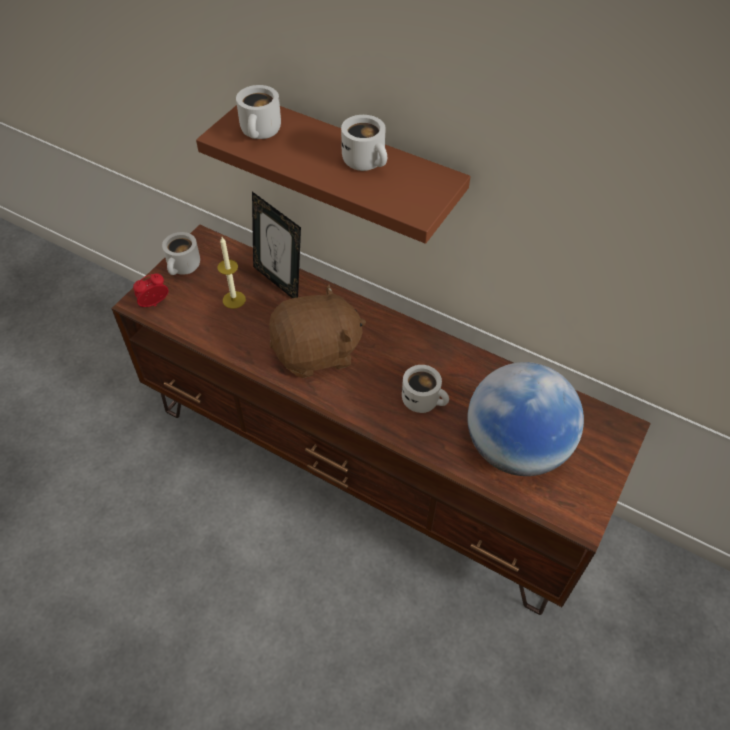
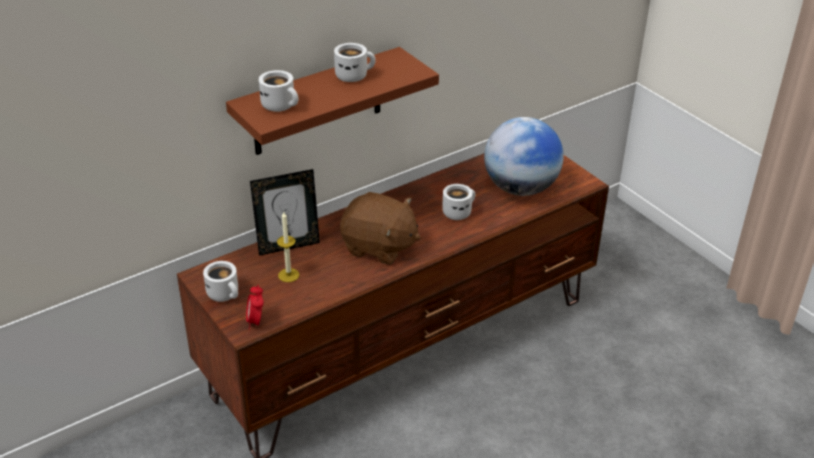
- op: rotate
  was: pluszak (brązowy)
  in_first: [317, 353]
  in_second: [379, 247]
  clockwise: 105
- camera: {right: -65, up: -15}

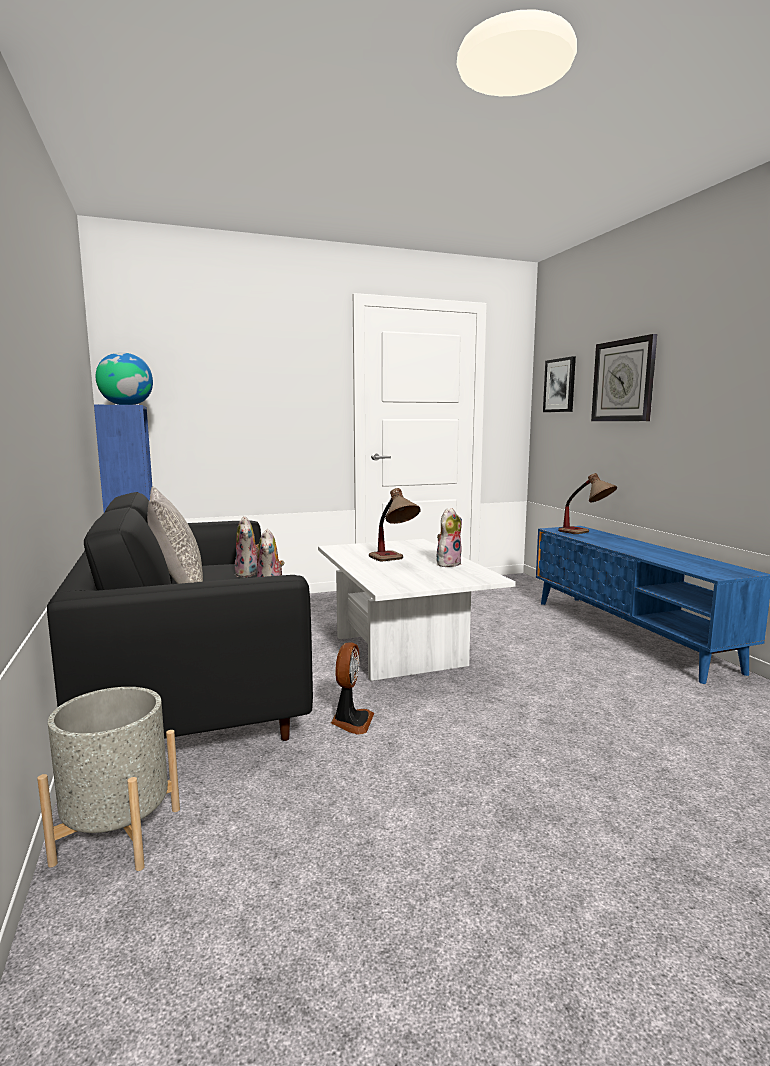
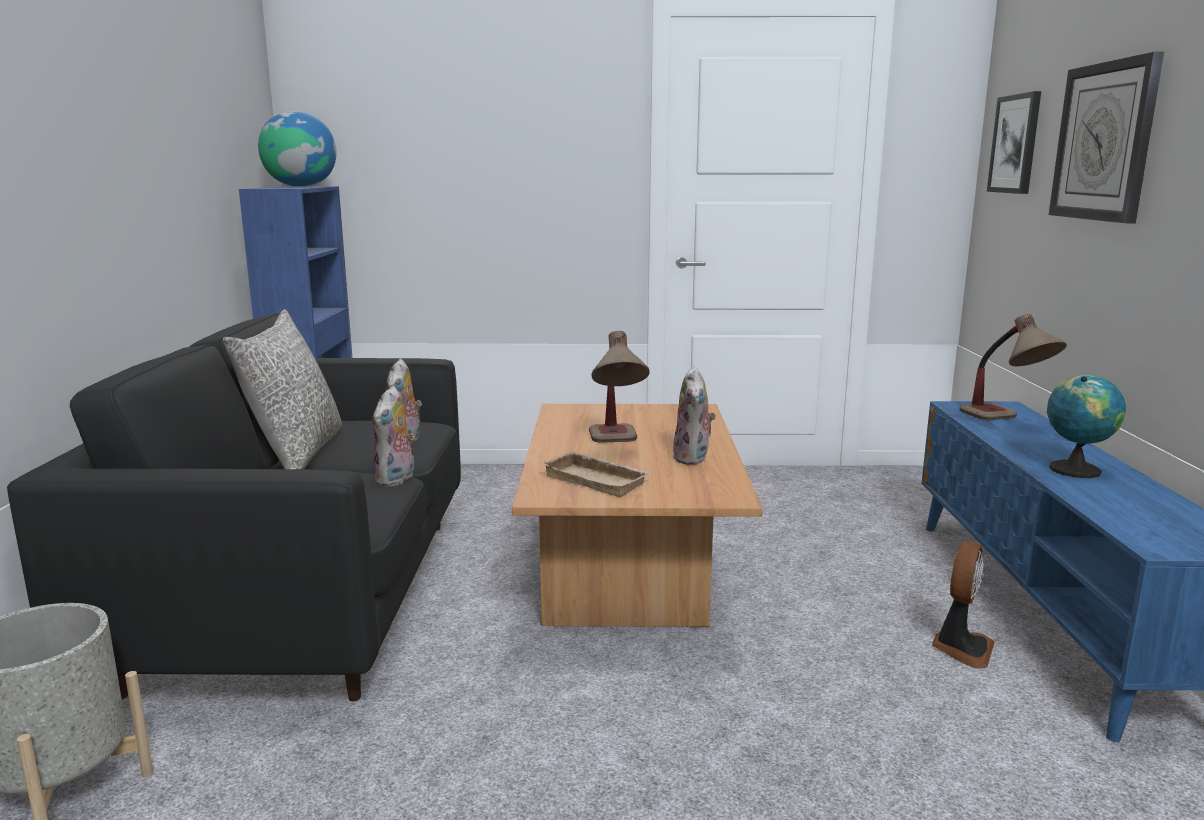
- op: recolor
  was: ława (biały)
  now: ława (brązowy)
  in_first: [403, 650]
  in_second: [631, 582]
- op: insert
  now: taca (beżowy)
  in_second: [598, 480]
- op: rotate
  was: pluszak
  in_first: [448, 563]
  in_second: [693, 458]
  clockwise: 120
- op: move
  was: wentylator
  in_first: [351, 721]
  in_second: [961, 648]
- op: insert
  now: globus
  in_second: [1076, 469]
- camera: {right: 20, up: 5}

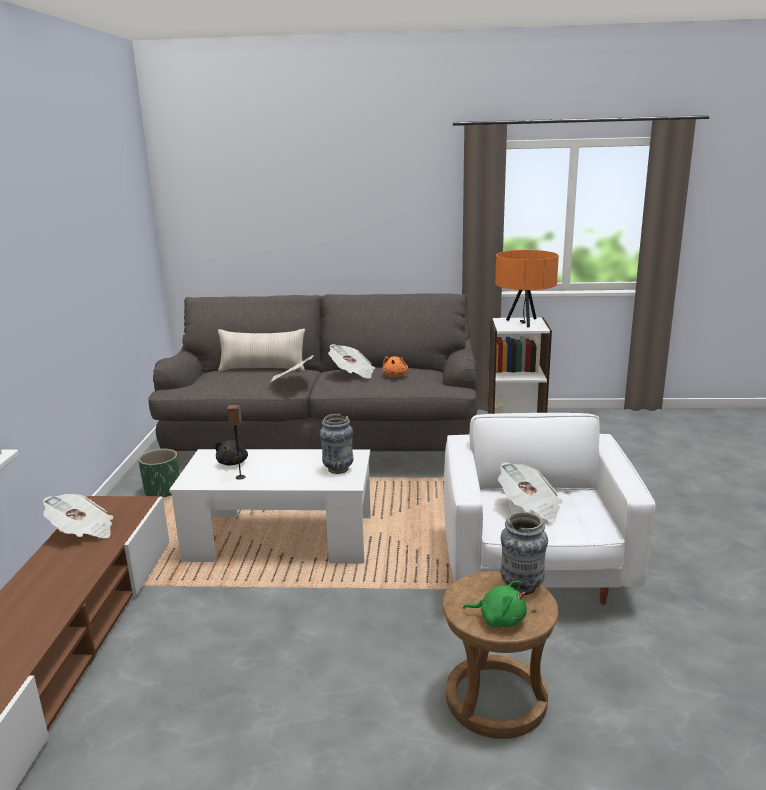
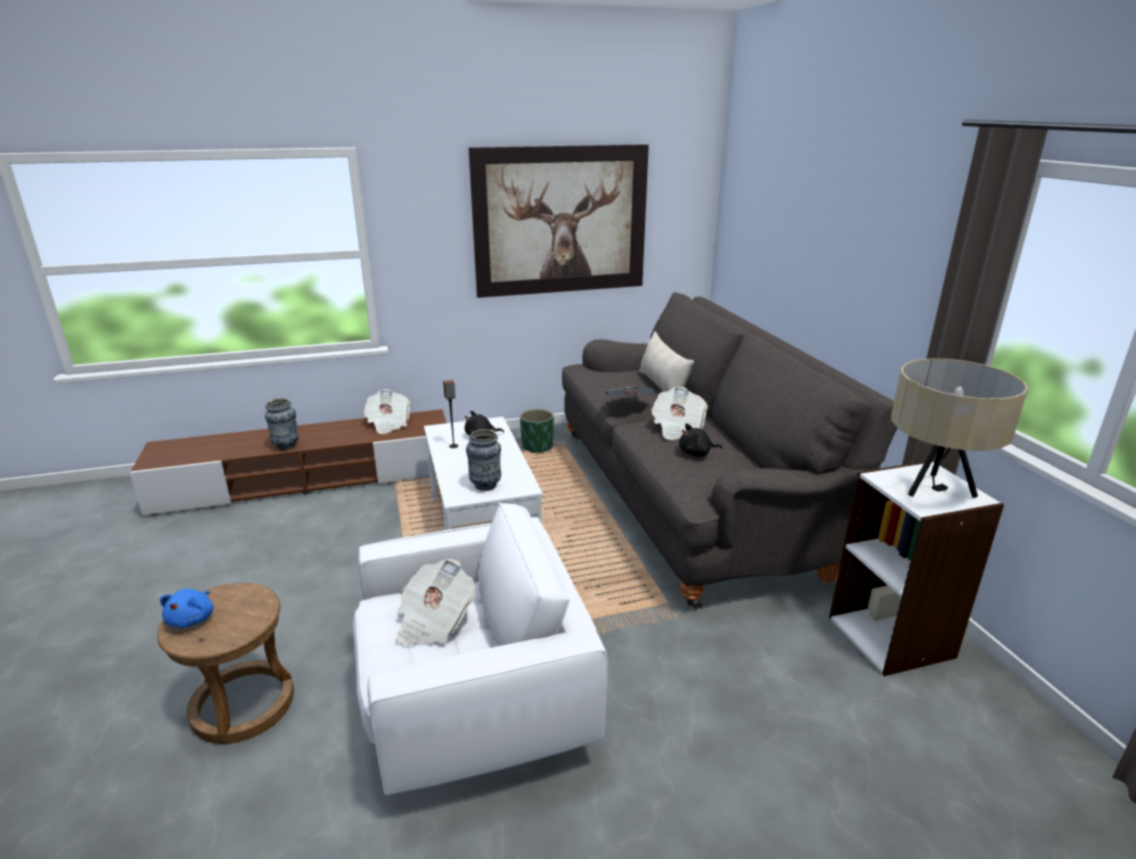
- op: recolor
  was: pluszak (zielony)
  now: pluszak (niebieski)
  in_first: [499, 619]
  in_second: [192, 619]
- op: move
  was: wazon
  in_first: [521, 587]
  in_second: [286, 446]
- op: insert
  now: obraz
  in_second: [560, 221]
- op: recolor
  was: pluszak (pomarańczowy)
  now: pluszak (czarny)
  in_first: [395, 376]
  in_second: [697, 453]
- op: recolor
  was: lampa stołowa (pomarańczowy)
  now: lampa stołowa (beżowy)
  in_first: [523, 323]
  in_second: [933, 490]
- camera: {right: 70, up: 5}

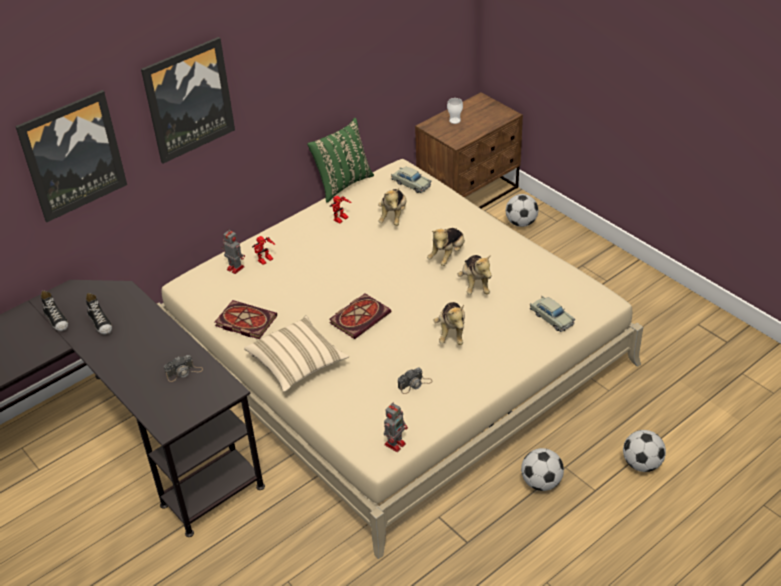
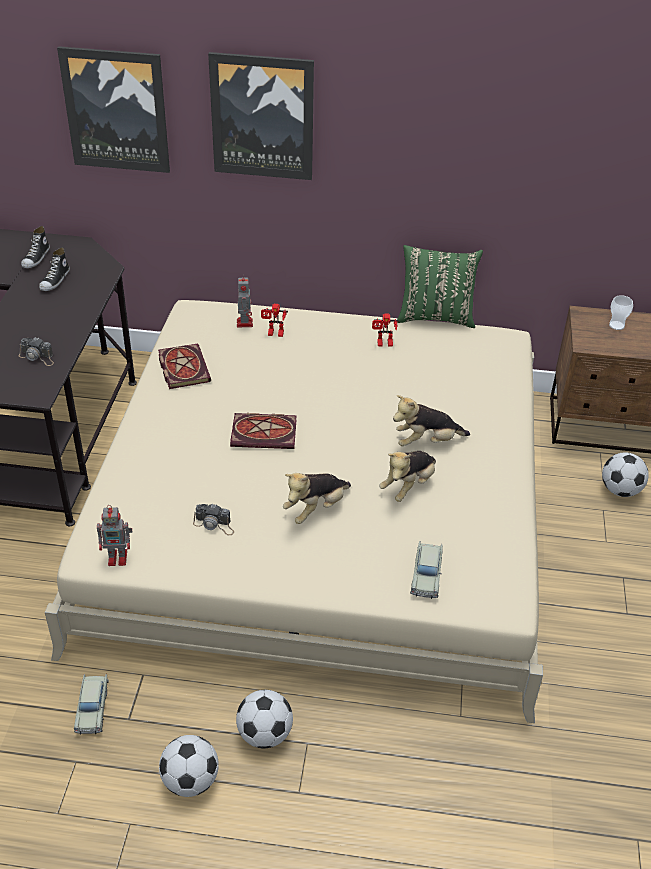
- op: move
  was: samochodzik (beżowy)
  in_first: [411, 184]
  in_second: [93, 708]
- op: move
  was: piłka futbolowa
  in_first: [642, 464]
  in_second: [190, 781]
- op: delete
  was: poduszka (beżowy)
  in_first: [297, 364]
- op: delete
  was: pluszak
  in_first: [393, 216]
- camera: {right: 45, up: 0}

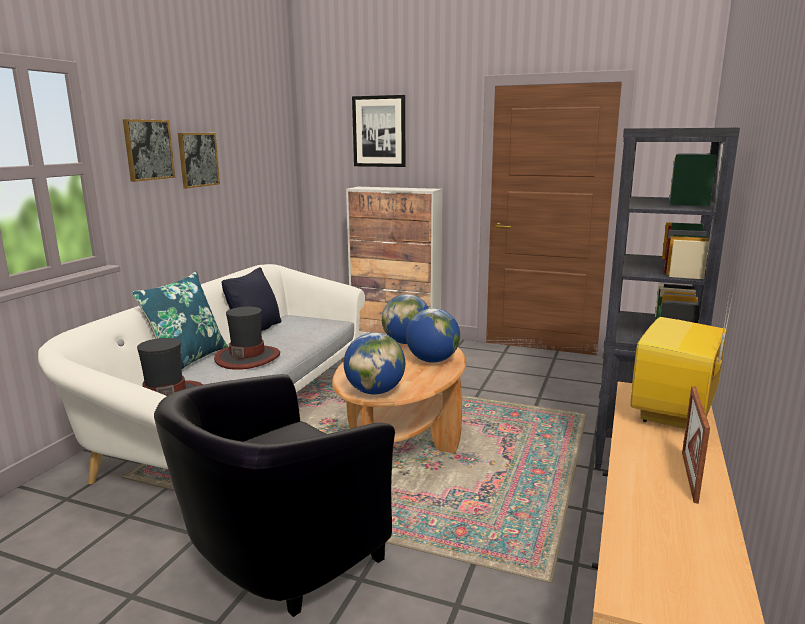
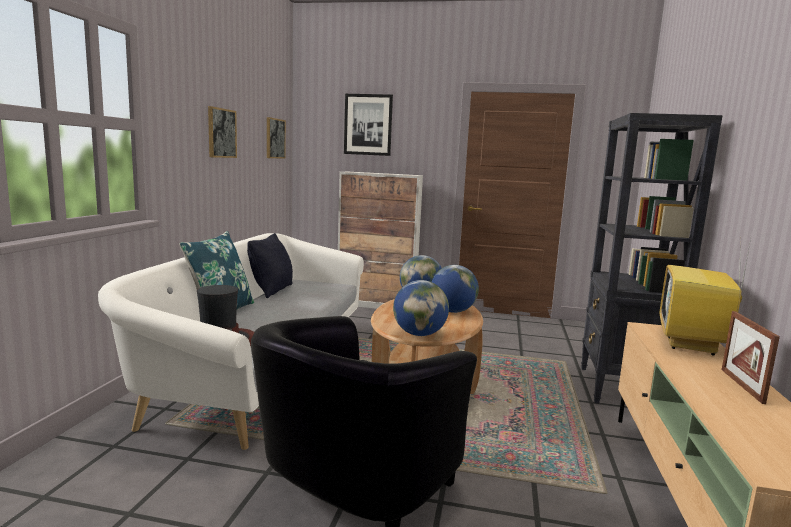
- op: move
  was: obraz
  in_first: [148, 150]
  in_second: [275, 138]
- op: delete
  was: kapelusz
  in_first: [247, 357]
- camera: {right: -10, up: -5}

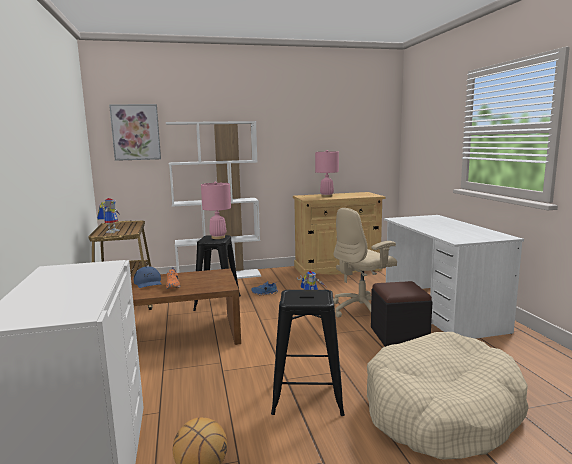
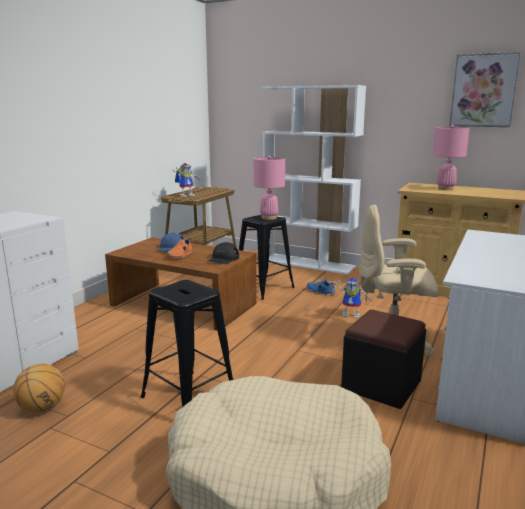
- op: insert
  now: czapka z daszkiem (czarny)
  in_second: [223, 259]
- op: move
  was: obraz
  in_first: [136, 132]
  in_second: [483, 90]
- camera: {right: 40, up: 5}

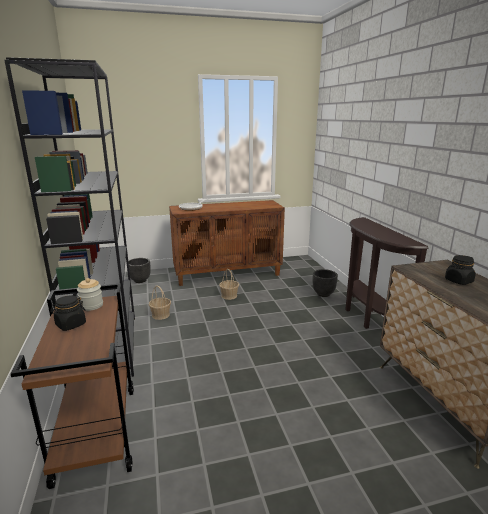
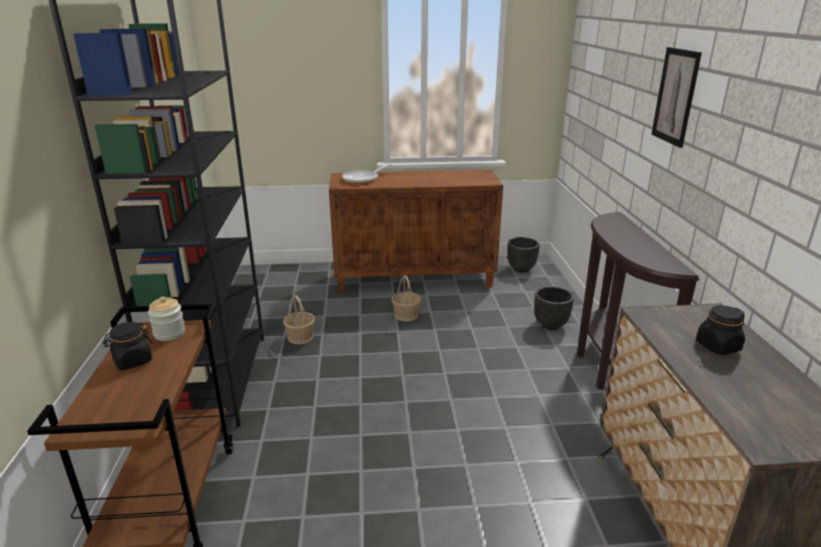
- op: move
  was: donica (czarny)
  in_first: [140, 280]
  in_second: [521, 269]
- op: insert
  now: obraz
  in_second: [675, 96]
- camera: {right: 10, up: 5}

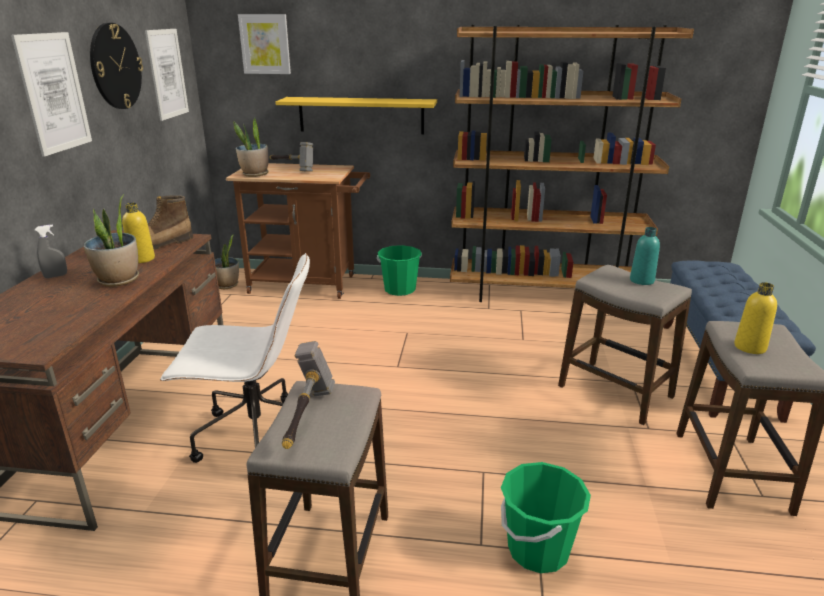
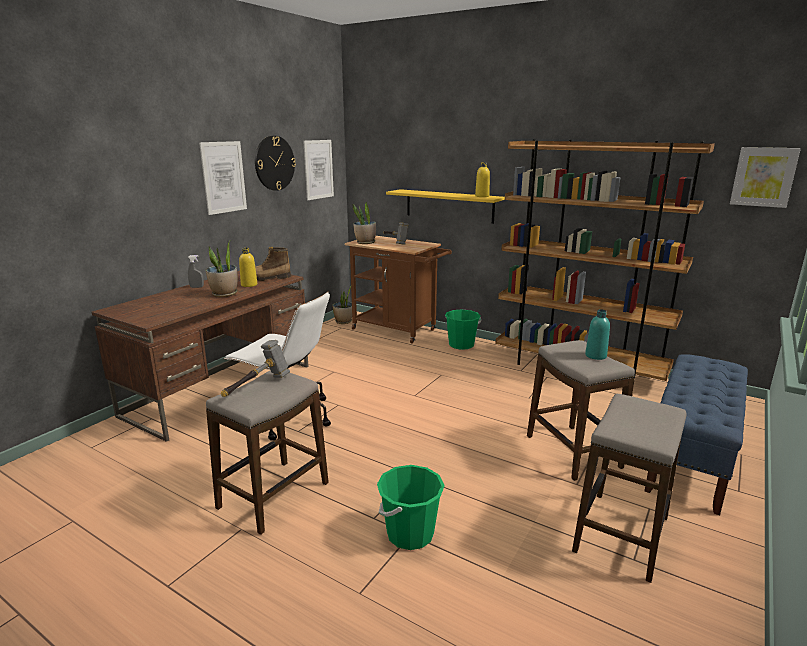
- op: move
  was: butelka (żółty)
  in_first: [750, 347]
  in_second: [482, 196]
- op: move
  was: obraz
  in_first: [265, 44]
  in_second: [763, 177]
- camera: {right: 25, up: -5}

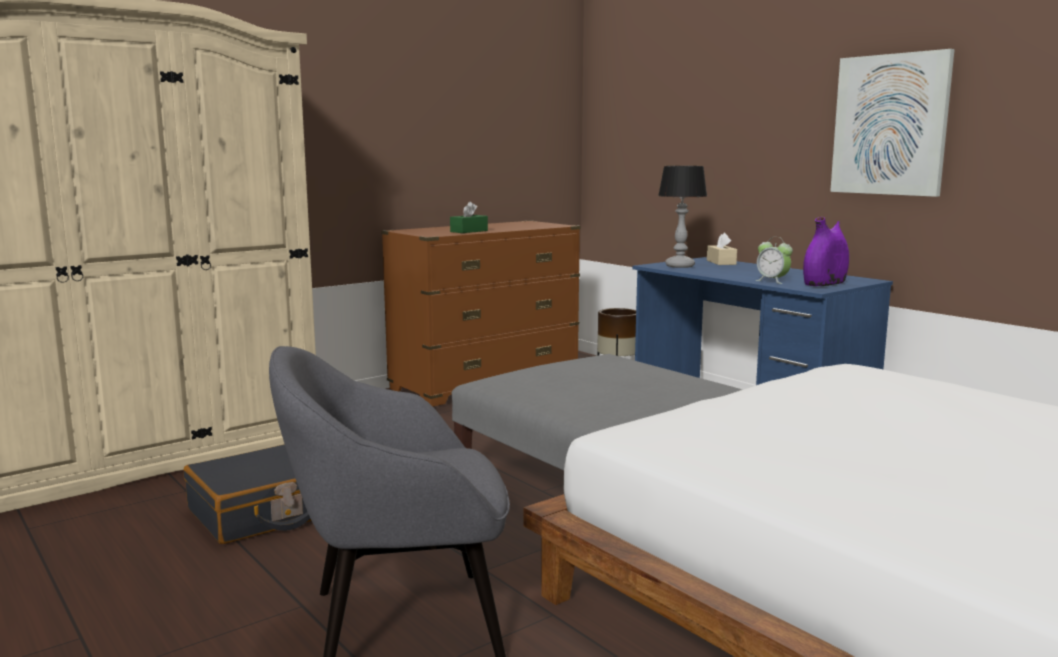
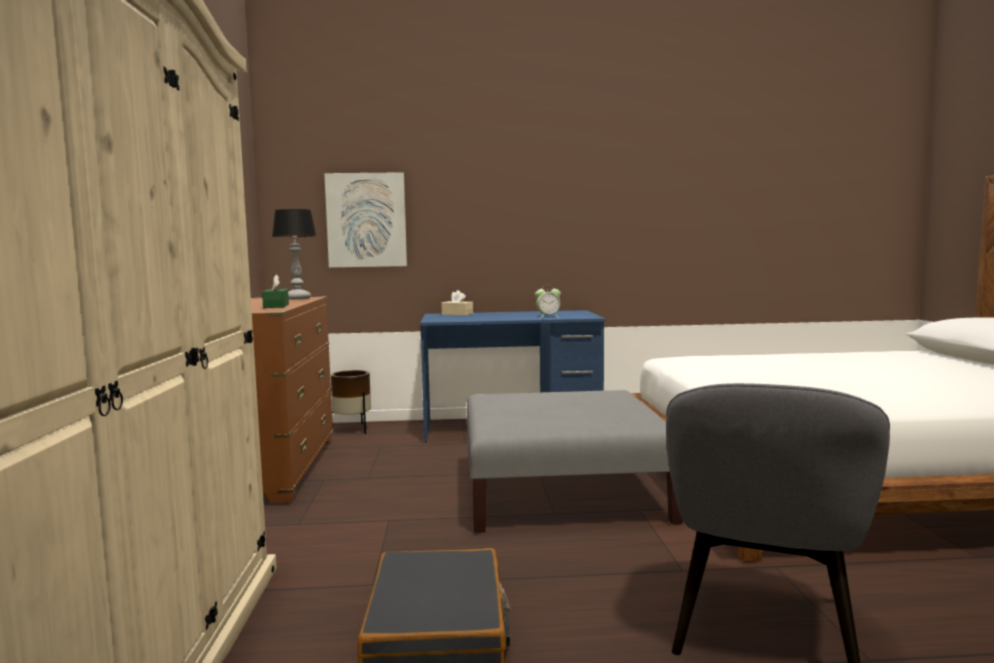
- op: move
  was: lampa stołowa
  in_first: [679, 266]
  in_second: [297, 298]
- op: move
  was: obraz
  in_first: [890, 125]
  in_second: [366, 220]
- op: delete
  was: wazon (fioletowy)
  in_first: [825, 284]
- camera: {right: -55, up: -5}

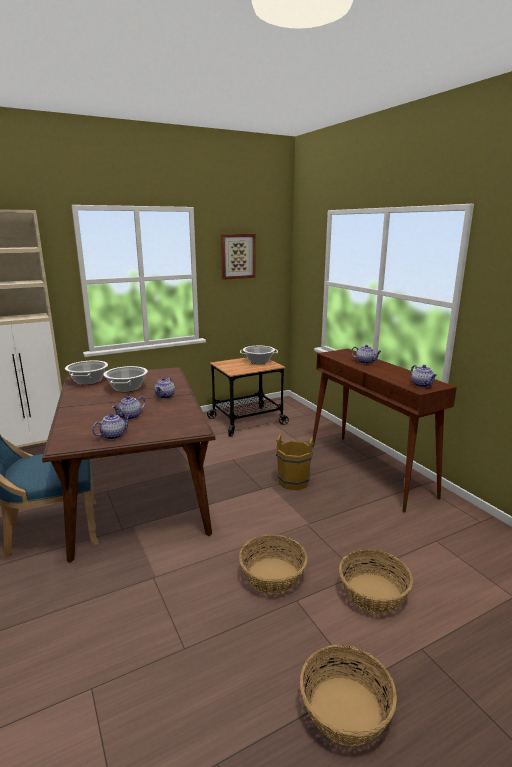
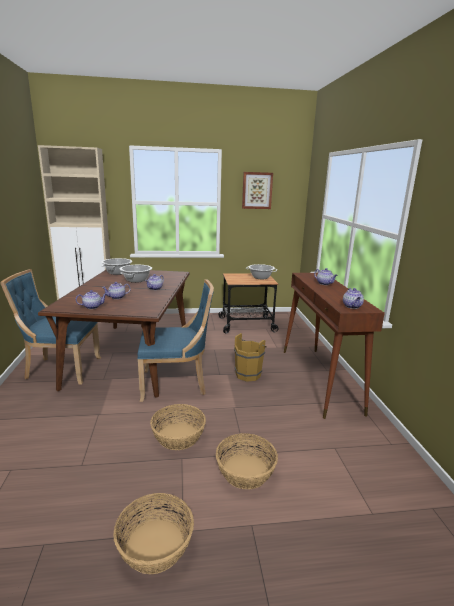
- op: insert
  now: krzesło (niebieski)
  in_second: [176, 384]
- camera: {right: 20, up: 0}

